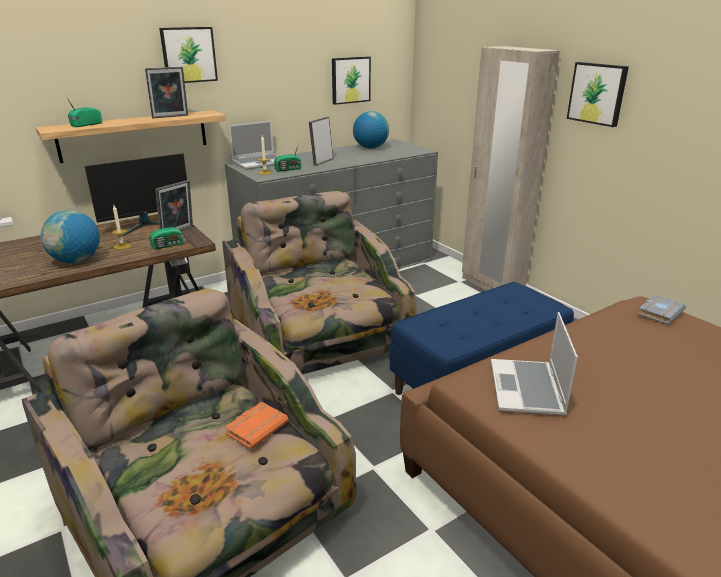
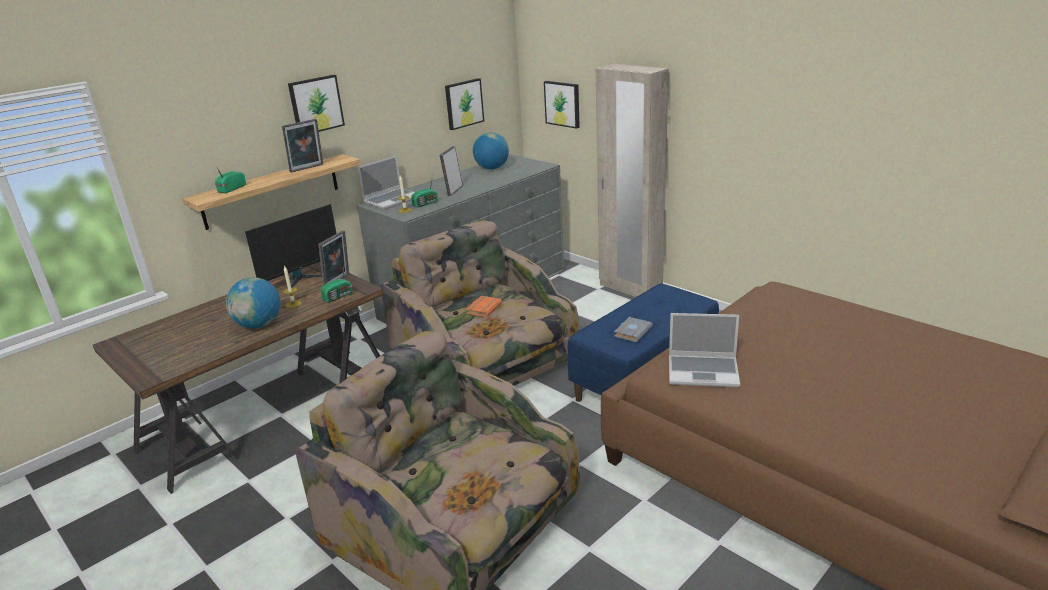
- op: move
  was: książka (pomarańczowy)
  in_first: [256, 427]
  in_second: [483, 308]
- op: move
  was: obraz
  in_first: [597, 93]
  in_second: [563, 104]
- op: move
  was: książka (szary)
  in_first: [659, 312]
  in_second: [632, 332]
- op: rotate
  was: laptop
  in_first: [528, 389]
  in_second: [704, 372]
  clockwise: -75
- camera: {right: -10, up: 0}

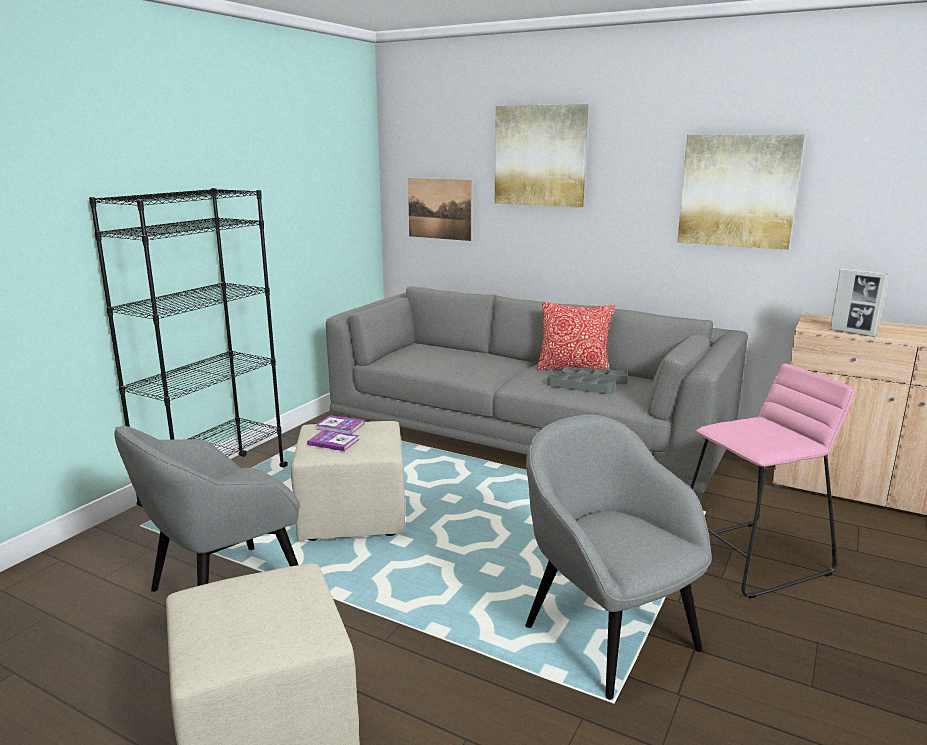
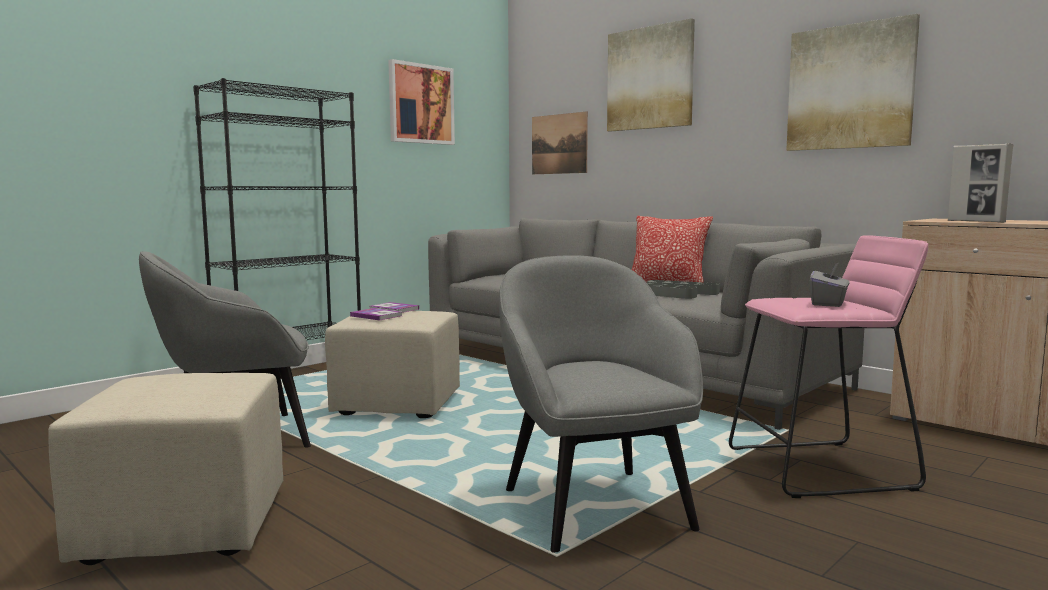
- op: insert
  now: obraz
  in_second: [421, 104]
- op: insert
  now: pudełko chusteczek (szary)
  in_second: [828, 303]
- camera: {right: 15, up: -10}

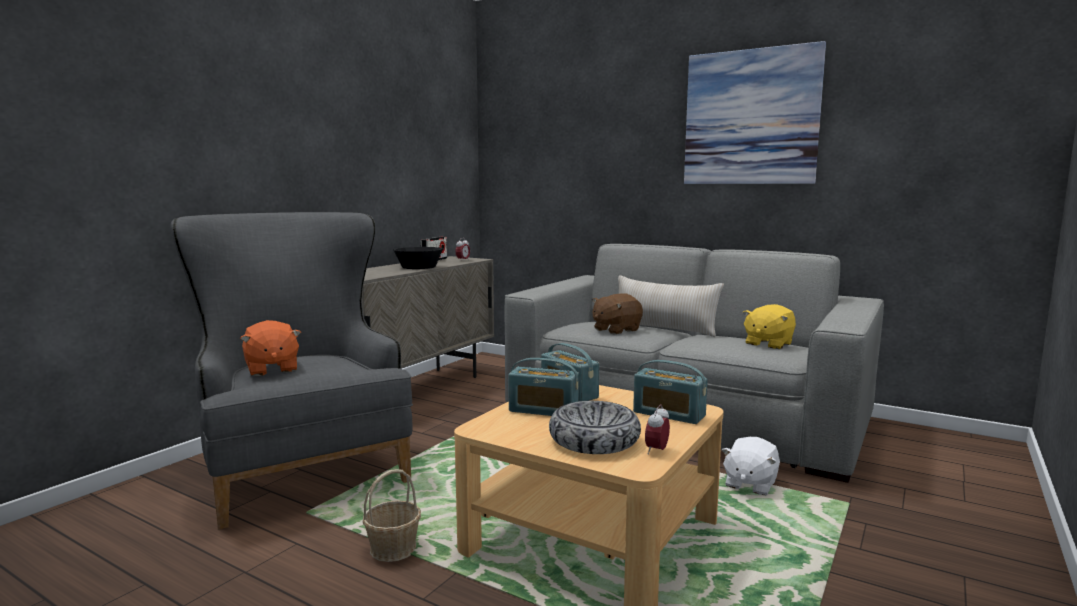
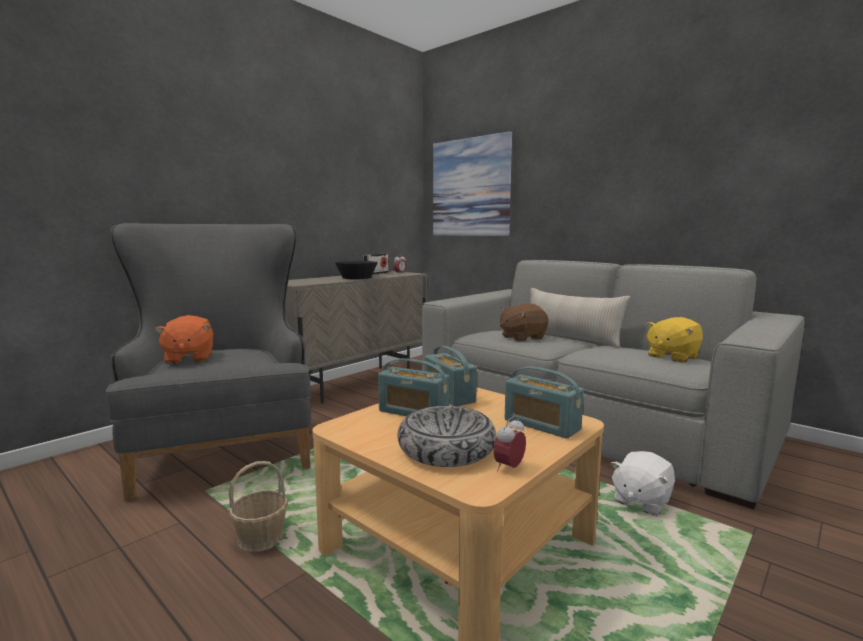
- op: move
  was: obraz
  in_first: [751, 118]
  in_second: [470, 187]
- camera: {right: 10, up: 0}

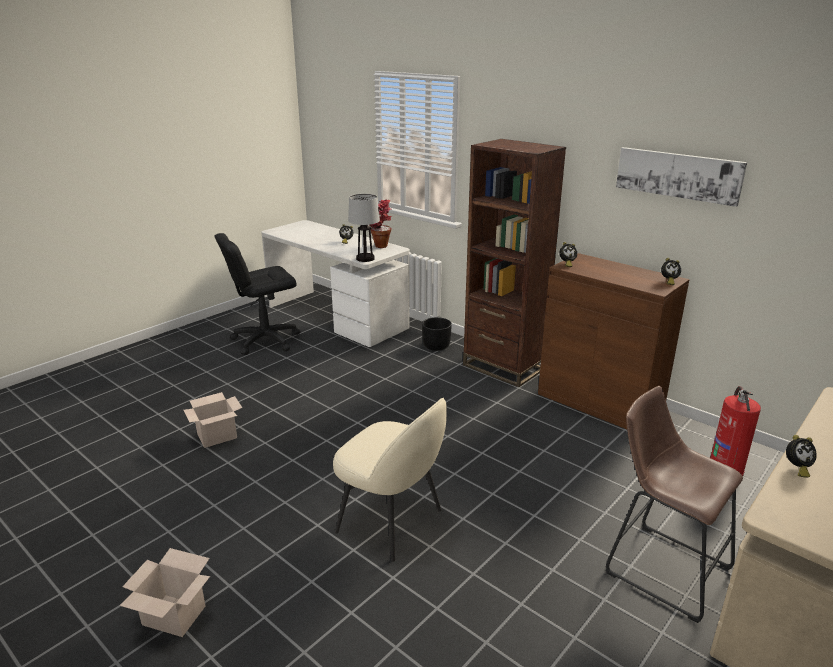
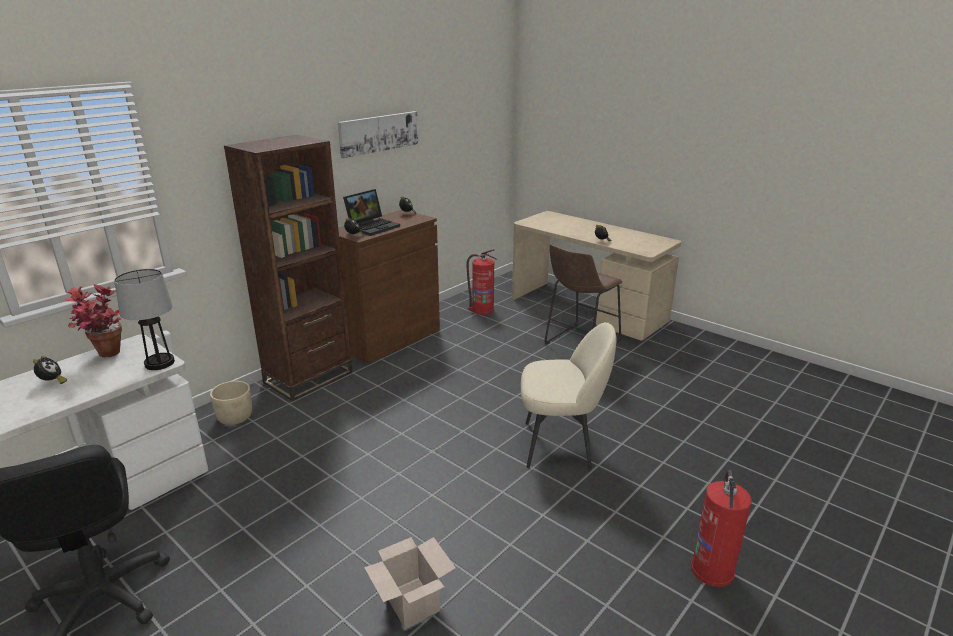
- op: recolor
  was: donica (czarny)
  now: donica (beżowy)
  in_first: [436, 346]
  in_second: [235, 418]
- op: insert
  now: laptop
  in_second: [373, 226]
- op: rotate
  was: krzesło (beżowy)
  in_first: [392, 522]
  in_second: [560, 445]
  clockwise: 60
- op: replace
  was: karton
  now: gaśnica
  in_first: [172, 616]
  in_second: [712, 569]
- camera: {right: -90, up: 0}

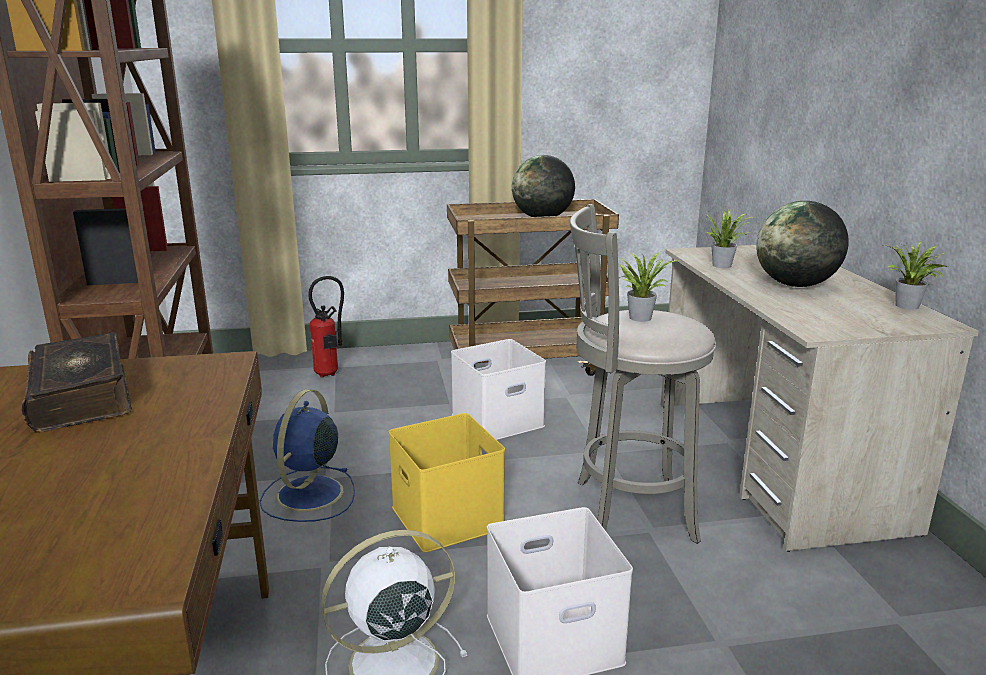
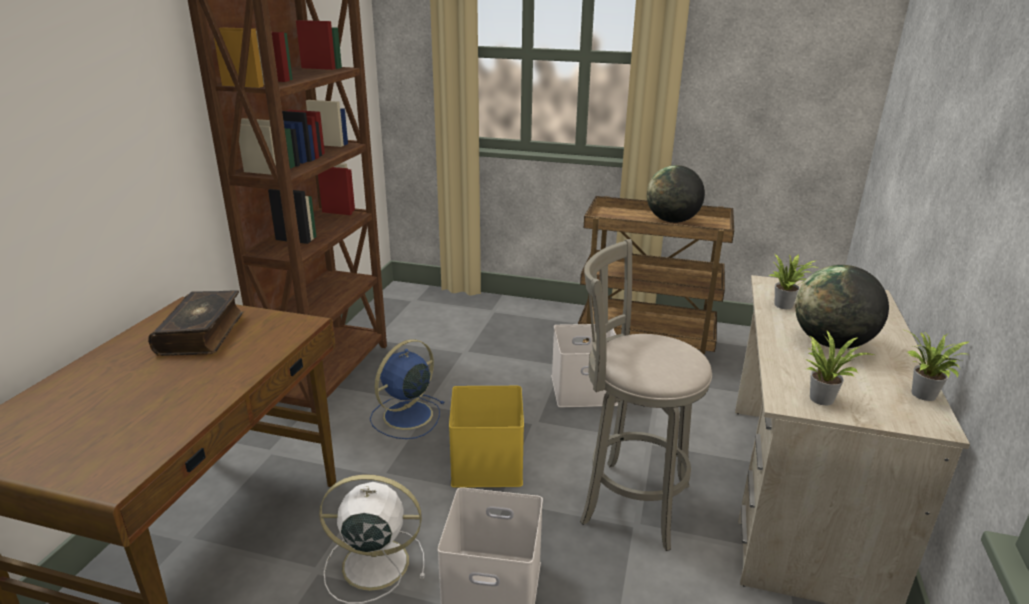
- op: move
  was: roślina doniczkowa
  in_first: [639, 317]
  in_second: [821, 397]
- op: delete
  was: gaśnica
  in_first: [331, 374]
- camera: {right: 25, up: 5}

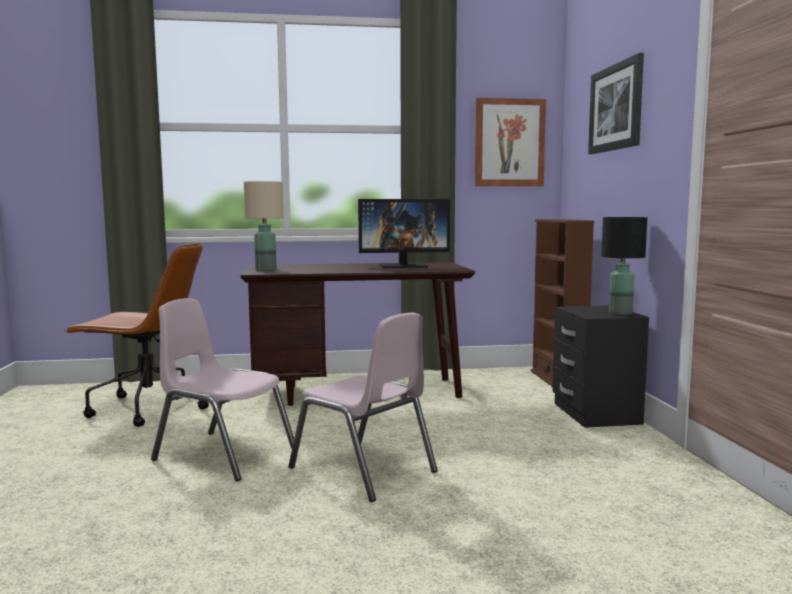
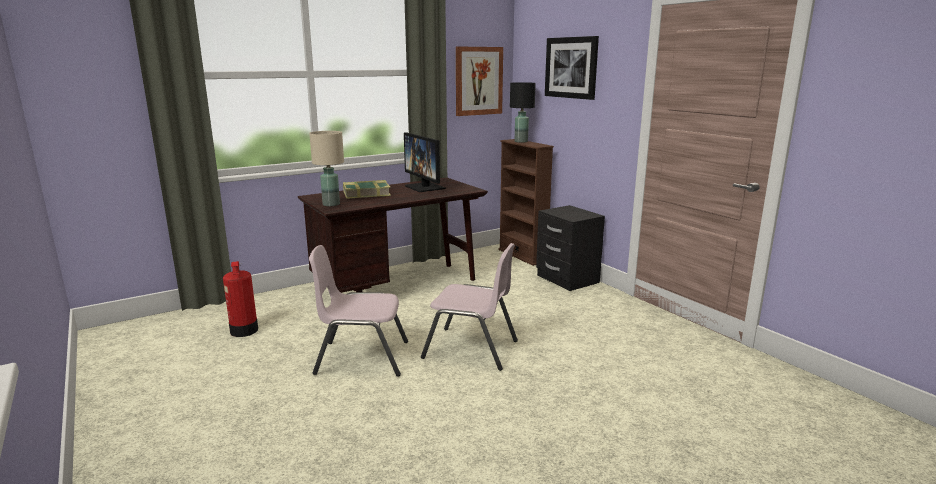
- op: replace
  was: krzesło biurowe (brązowy)
  now: gaśnica
  in_first: [146, 408]
  in_second: [244, 331]
- op: insert
  now: książka
  in_second: [366, 194]
- op: rotate
  was: monitor
  in_first: [403, 266]
  in_second: [425, 187]
  clockwise: 90
- op: move
  was: lampa stołowa (czarny)
  in_first: [620, 313]
  in_second: [521, 141]
- camera: {right: -25, up: 10}

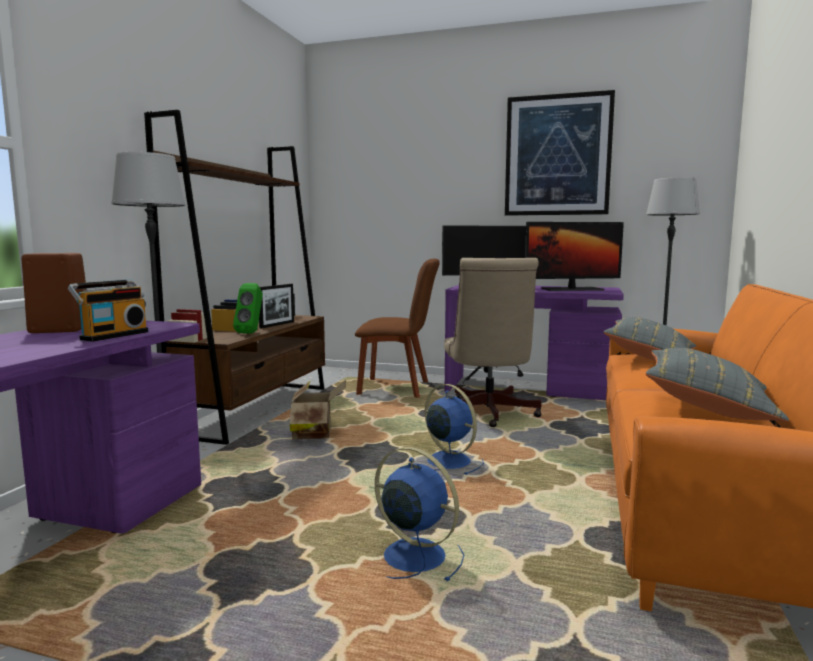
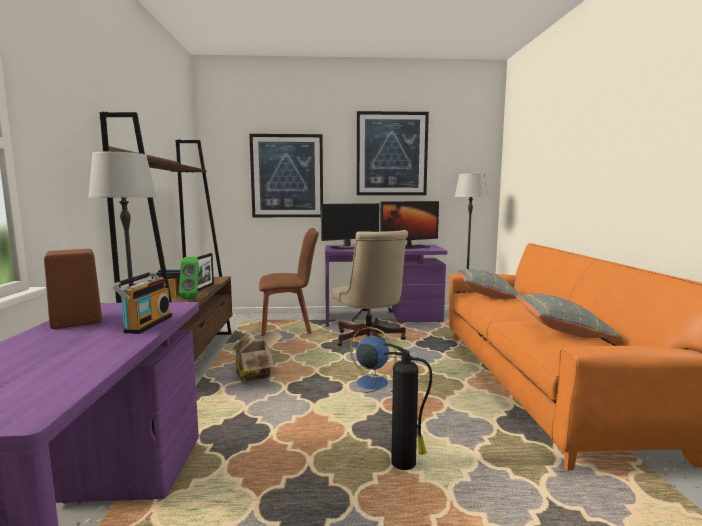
- op: insert
  now: obraz
  in_second: [287, 176]
- op: replace
  was: wentylator (niebieski)
  now: gaśnica
  in_first: [411, 555]
  in_second: [405, 464]
- camera: {right: -20, up: 0}

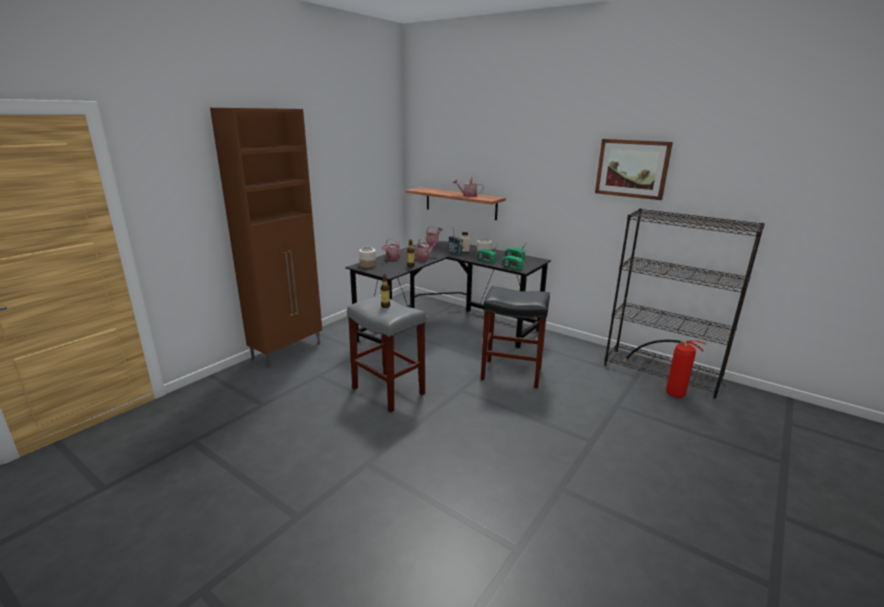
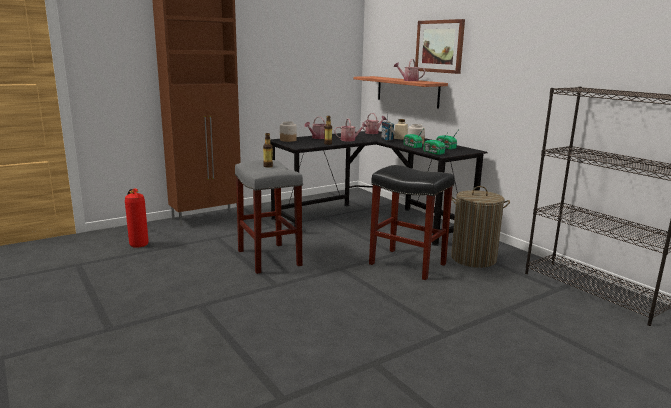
- op: move
  was: gaśnica
  in_first: [663, 389]
  in_second: [137, 241]
- op: move
  was: obraz
  in_first: [632, 168]
  in_second: [439, 46]
- op: insert
  now: kosz na pranie
  in_second: [473, 258]
- camera: {right: 20, up: -5}

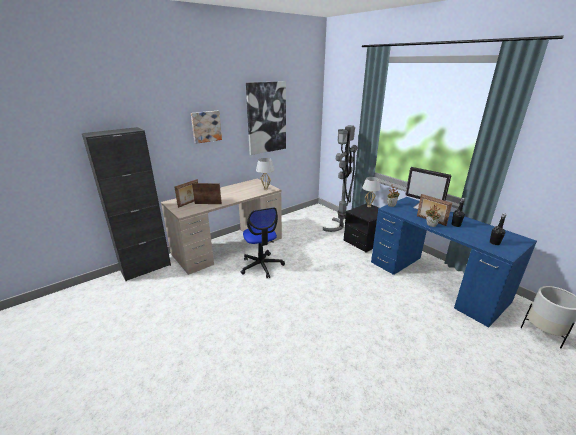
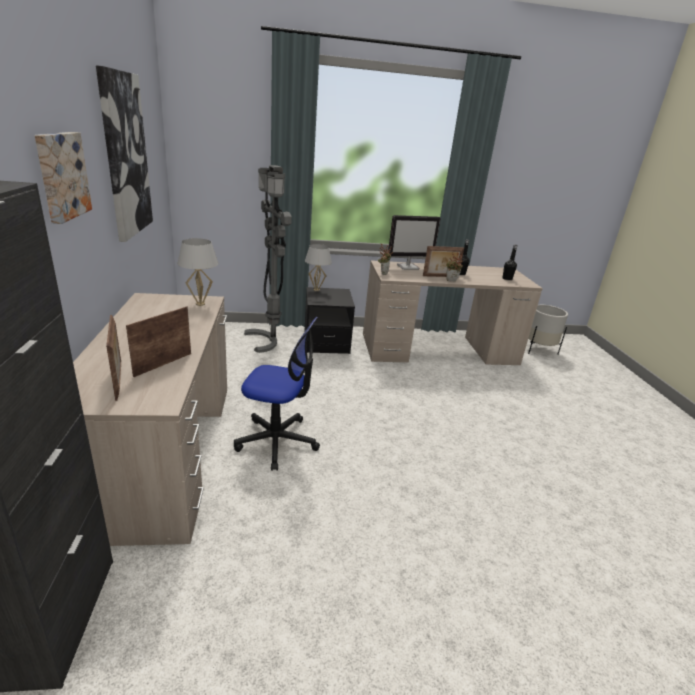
- op: recolor
  was: biurko (niebieski)
  now: biurko (beżowy)
  in_first: [435, 280]
  in_second: [439, 349]
- camera: {right: -60, up: 0}

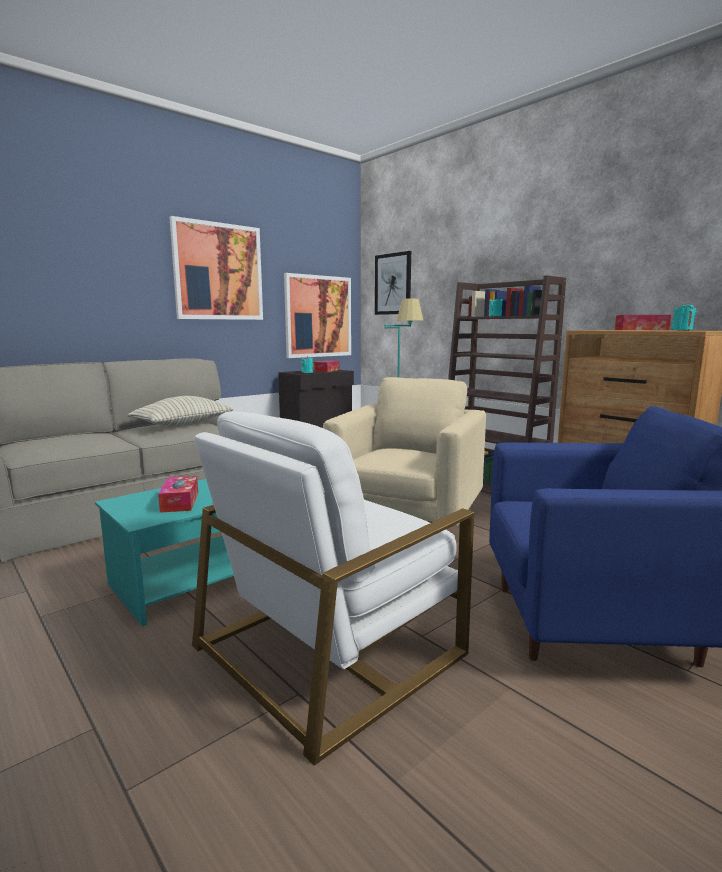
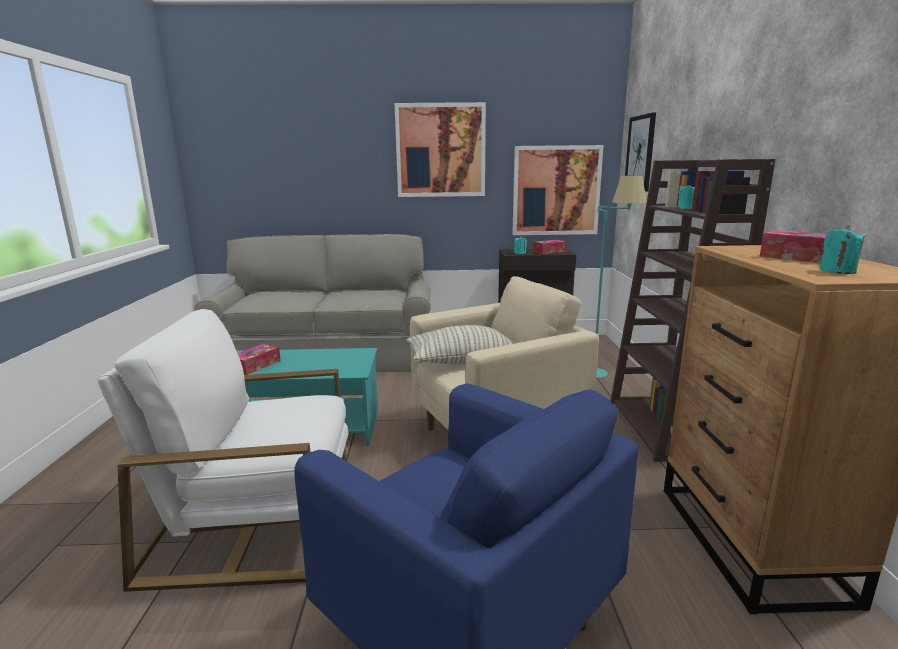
- op: move
  was: poduszka
  in_first: [183, 425]
  in_second: [463, 361]
- camera: {right: 40, up: 5}

